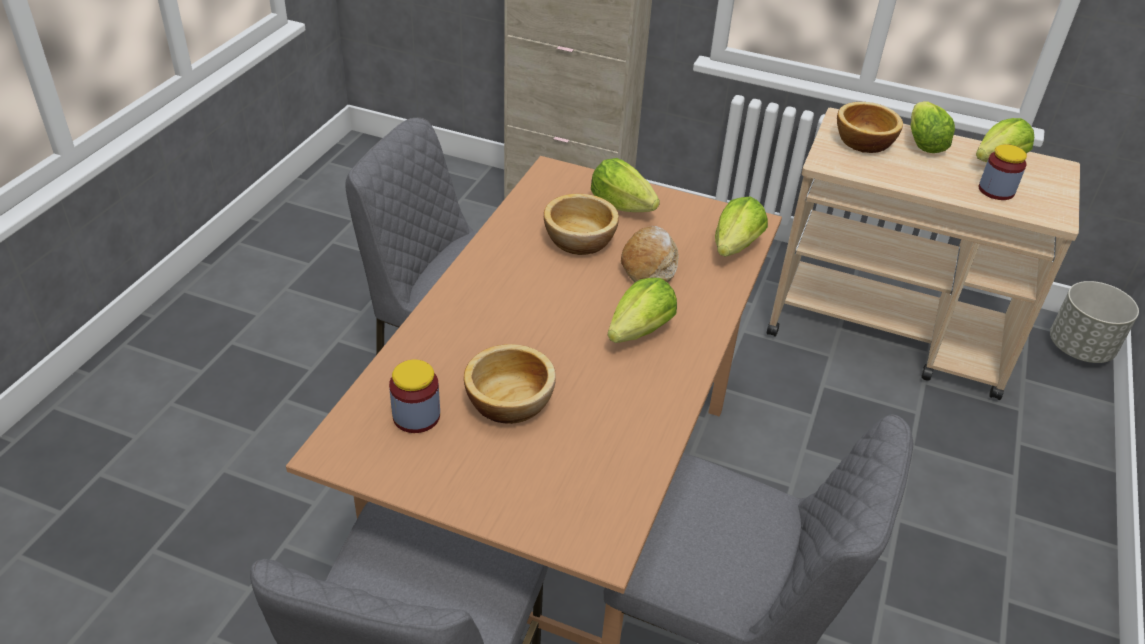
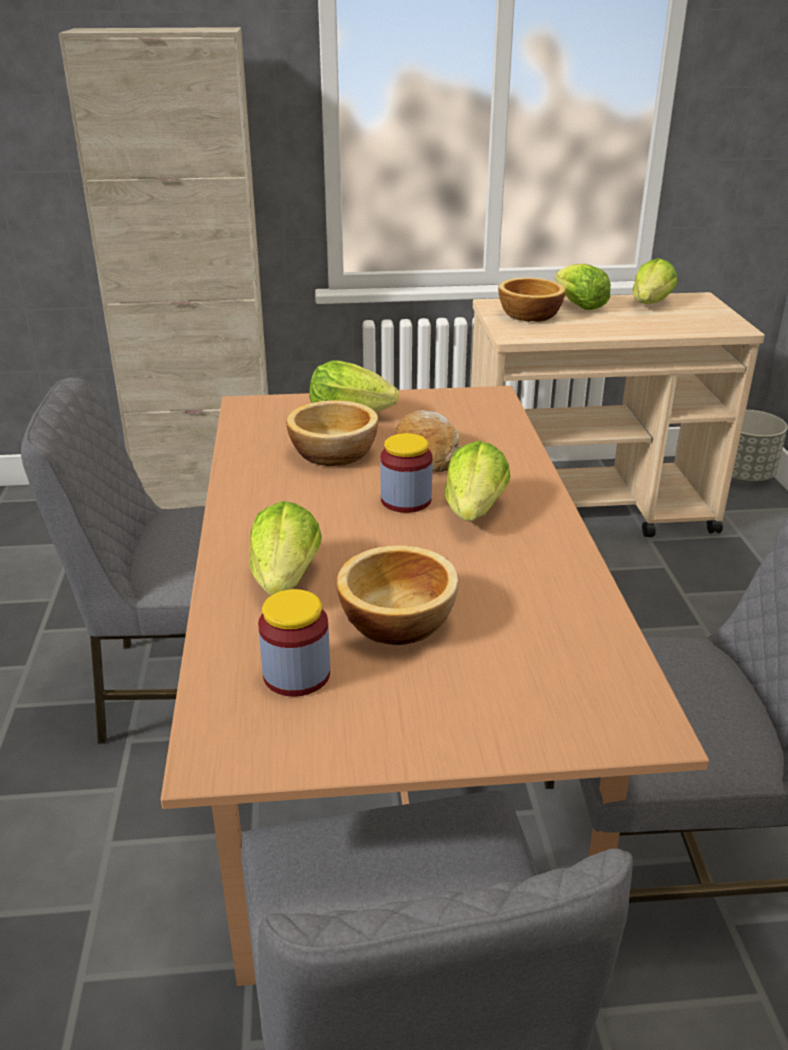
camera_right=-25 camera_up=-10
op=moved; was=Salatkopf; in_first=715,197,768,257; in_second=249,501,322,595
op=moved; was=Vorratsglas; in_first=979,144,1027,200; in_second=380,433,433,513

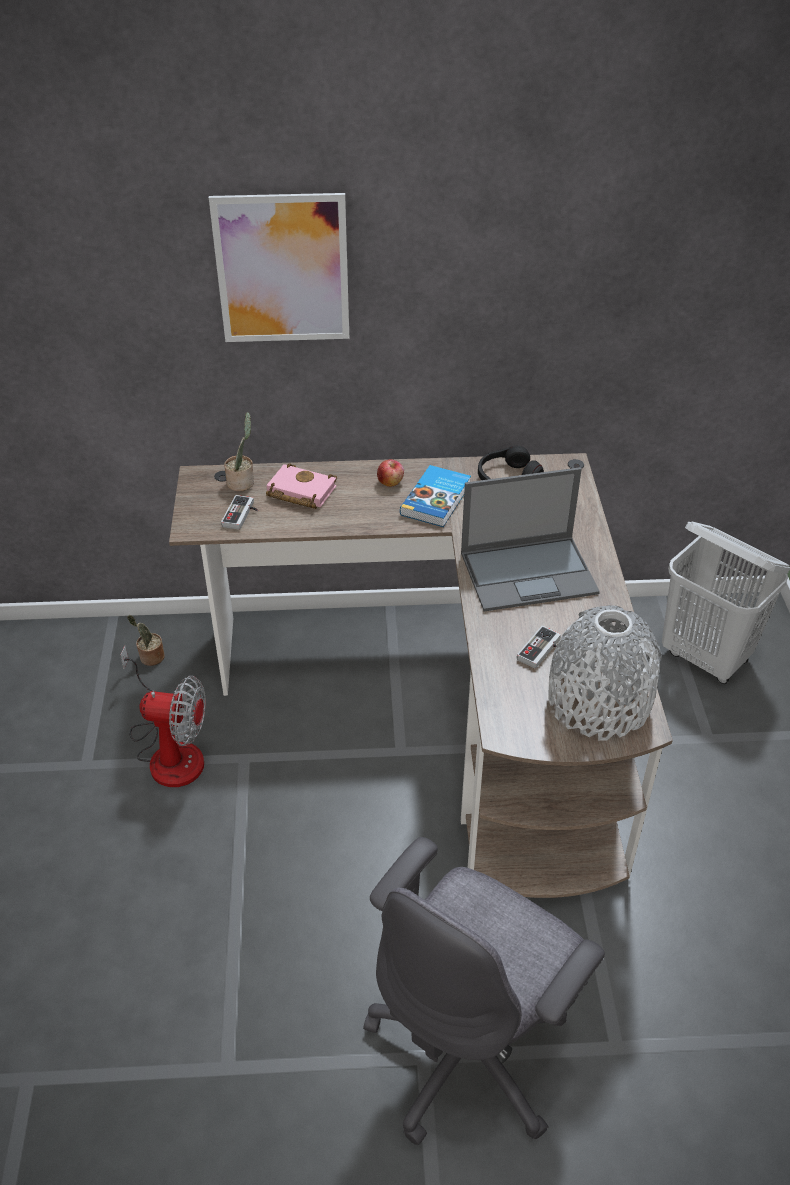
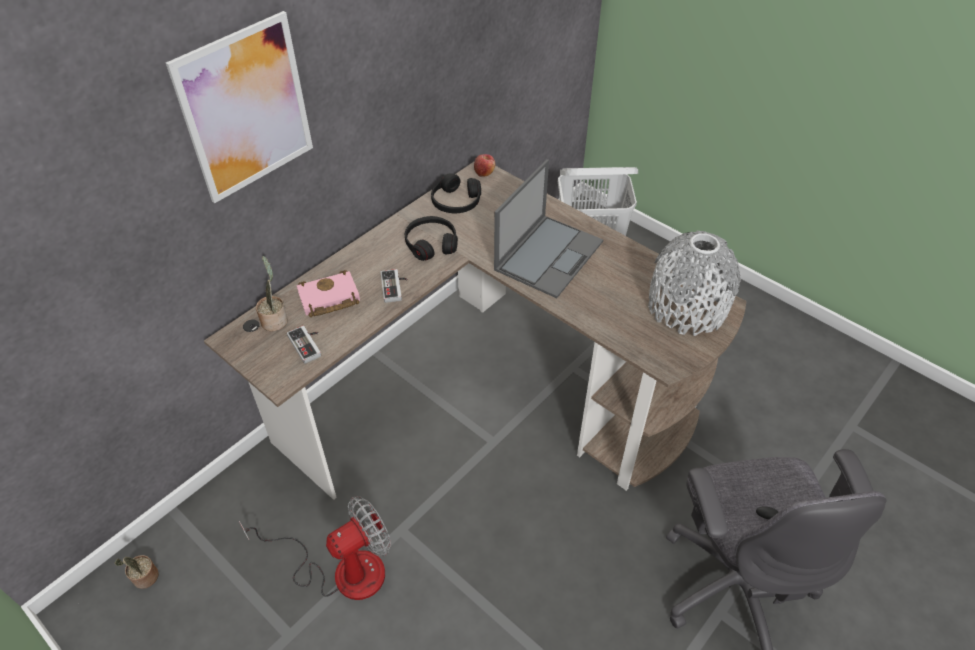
camera_right=-45 camera_up=5
op=moved; was=Topfpflanze; in_first=127,615,165,666; in_second=114,555,159,589
op=moved; was=Apfel; in_first=377,459,404,487; in_second=474,154,495,177
op=moved; was=Gamepad; in_first=517,626,561,669; in_second=380,269,407,303
op=replaced; was=Buch; now=Kopfhörer [schwarz]; in_first=400,465,471,527; in_second=405,216,458,261

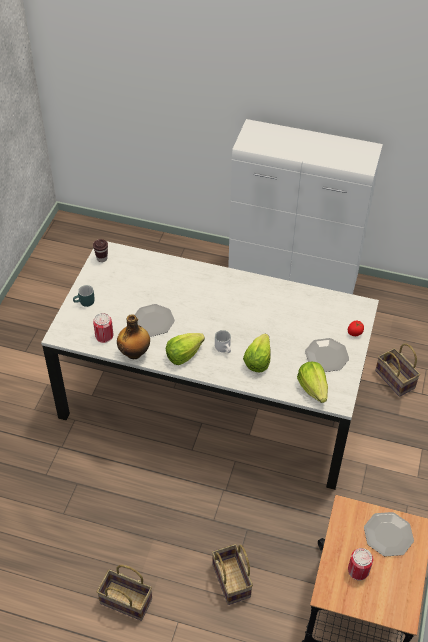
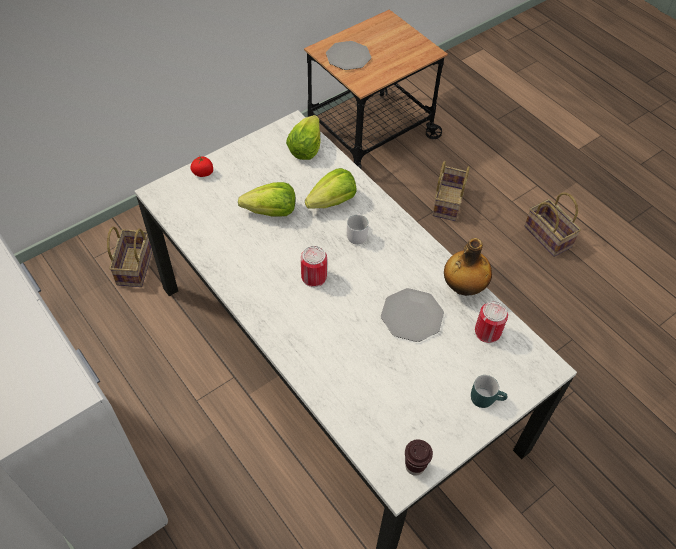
camera_right=-145 camera_up=5
op=removed; was=Teller; in_first=305,338,349,372
op=moved; was=Salatkopf; in_first=166,333,205,365; in_second=238,182,295,216
op=moved; was=Dose; in_first=348,548,373,580; in_second=301,246,327,287

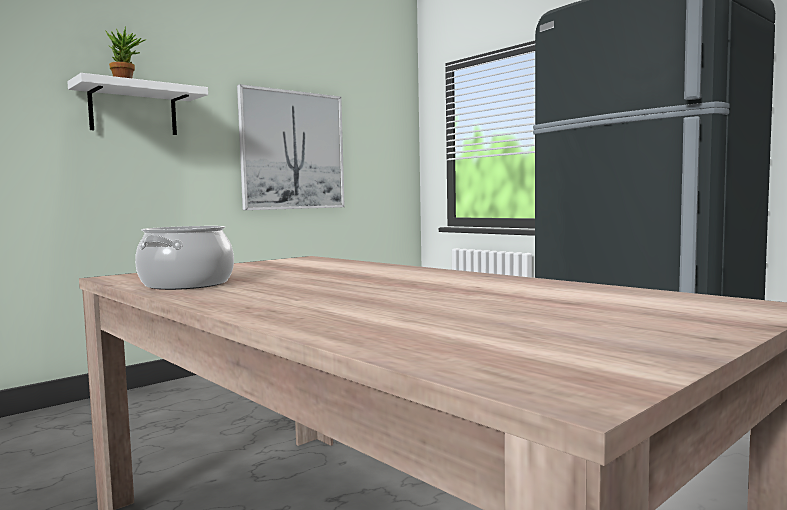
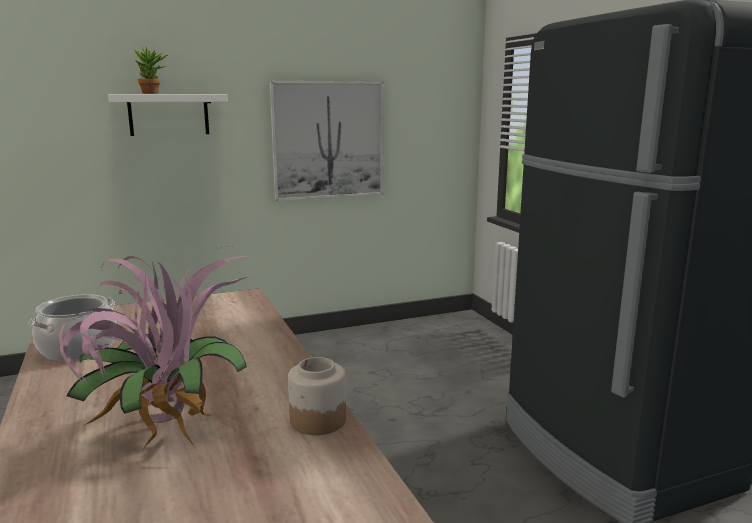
camera_right=20 camera_up=10
op=added; now=Topfpflanze; in_second=59,246,250,450
op=added; now=Vorratsglas; in_second=288,357,346,435

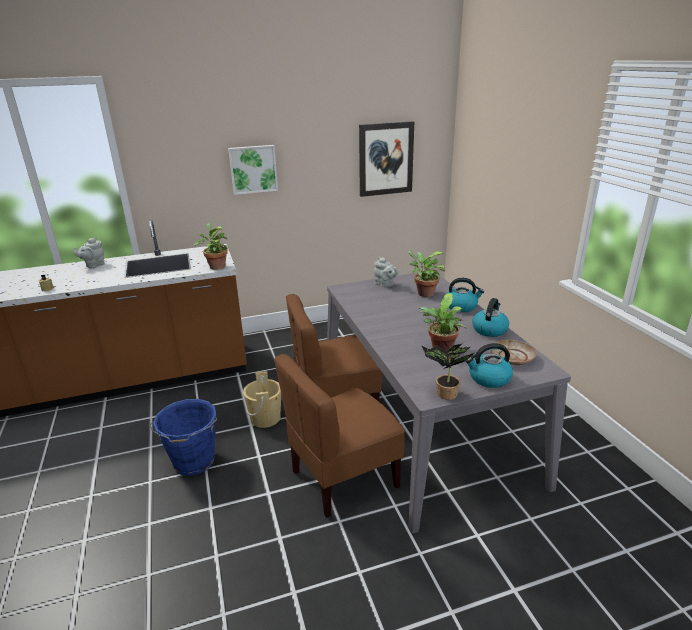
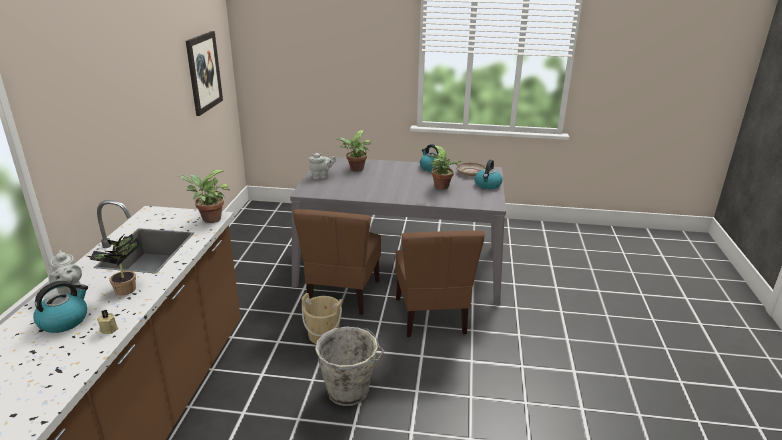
camera_right=-65 camera_up=0
op=removed; was=Bild; in_first=228,145,278,195
op=moved; was=Topfpflanze; in_first=421,343,476,400; in_second=88,234,139,295
op=moved; was=Wasserkessel; in_first=447,278,484,312; in_second=33,281,88,333
op=recoloured; was=Eimer [blau]; now=Eimer [grau]; in_first=149,399,217,476; in_second=315,326,385,406

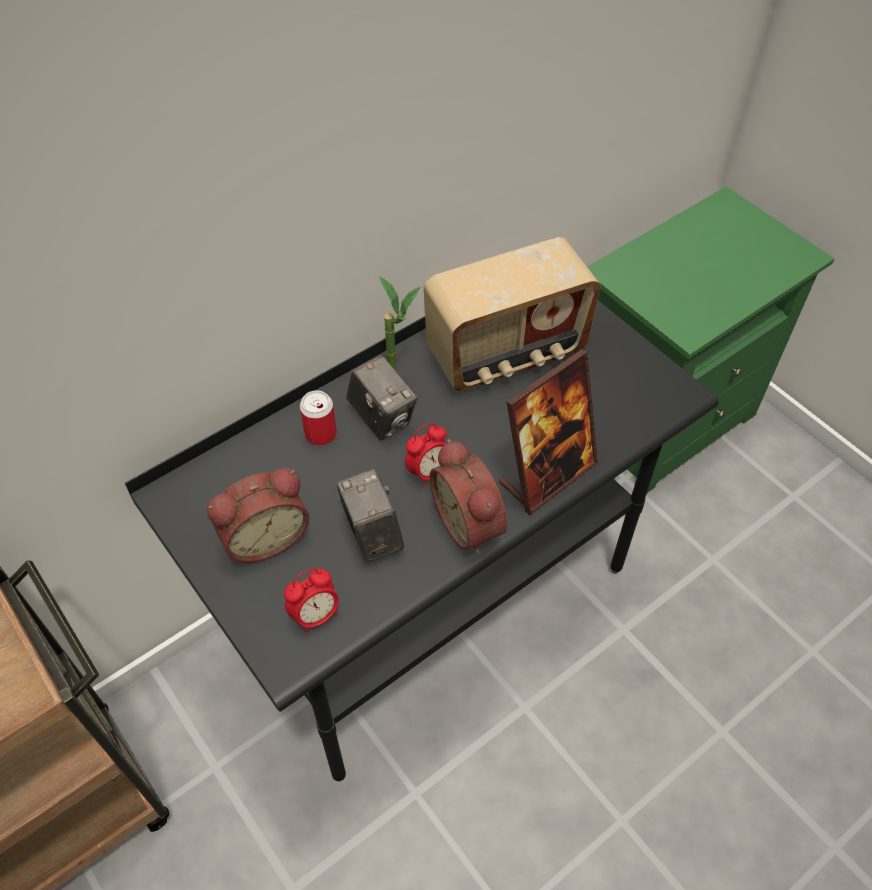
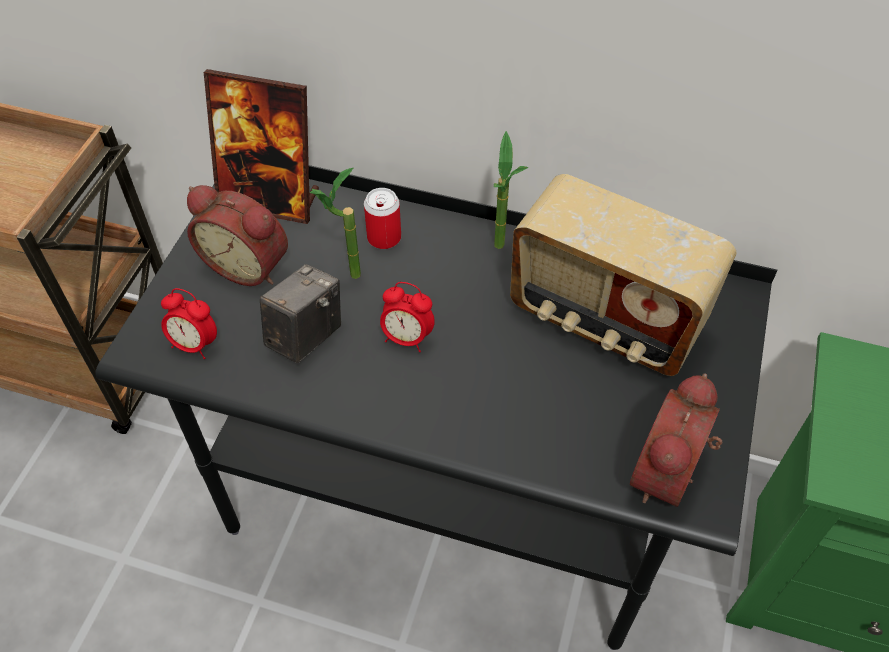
camera_right=55 camera_up=0
op=removed; was=Kamera; in_first=346,355,417,441
op=added; now=Topfpflanze; in_second=310,167,361,279
op=moved; was=Wecker; in_first=430,439,507,554; in_second=630,373,722,507
op=moved; was=Bilderrahmen; in_first=499,349,598,515; in_second=204,69,319,224

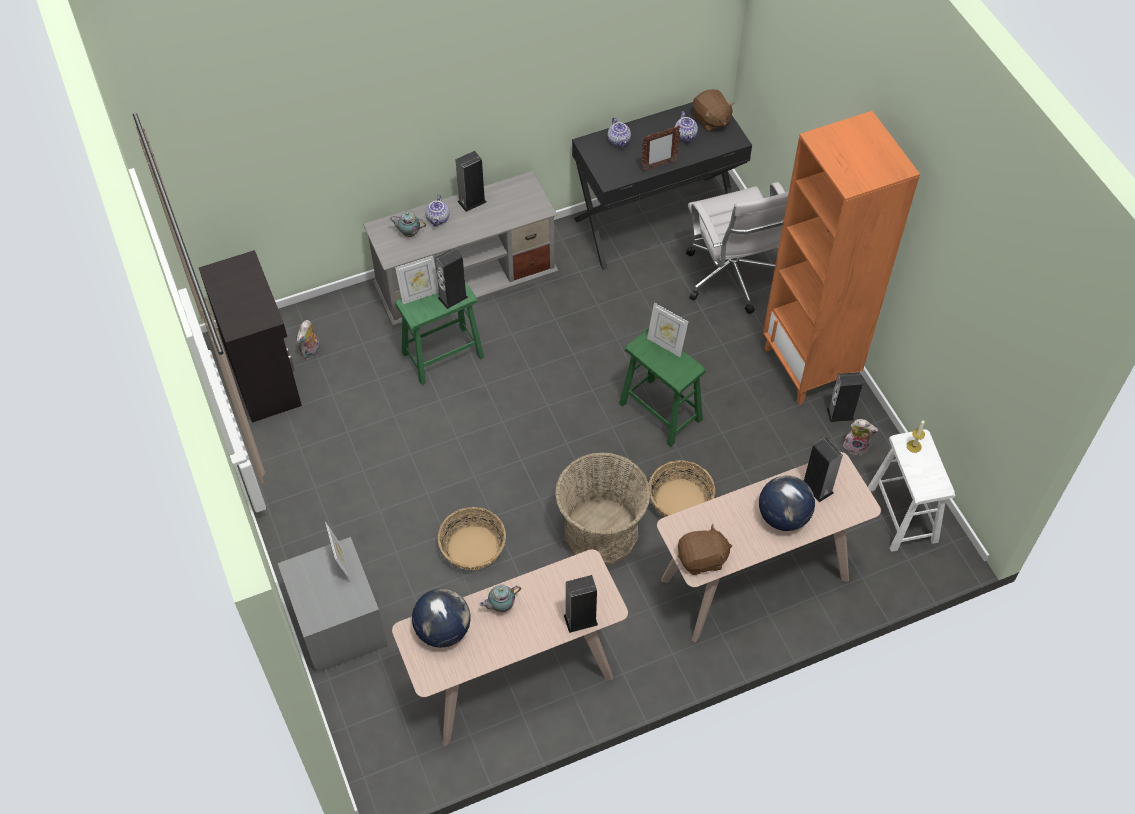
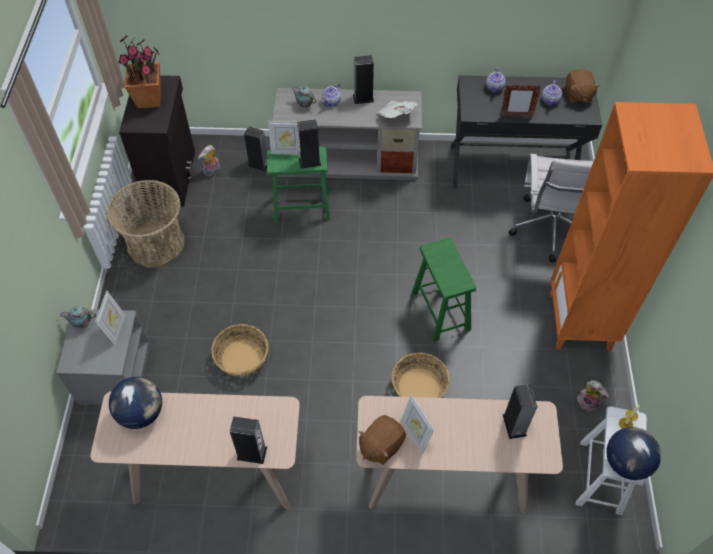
camera_right=25 camera_up=0
op=added; now=Topfpflanze; in_second=118,36,161,109
op=added; now=Zeitung; in_second=377,101,418,118
op=moved; was=Teekanne; in_first=480,584,521,612; in_second=59,306,96,328
op=moved; was=Korb; in_first=555,452,651,564; in_second=106,180,184,268
op=moved; was=Bilderrahmen; in_first=647,303,688,357; in_second=401,395,434,455
op=moved; was=Globus; in_first=759,475,815,531; in_second=606,427,661,480
op=moved; was=Lautsprecher; in_first=827,372,863,422; in_second=244,126,267,172
op=turned; was=Plüschtier [braun]; in_first=678,524,732,575; in_second=358,415,406,465; clockwise=120

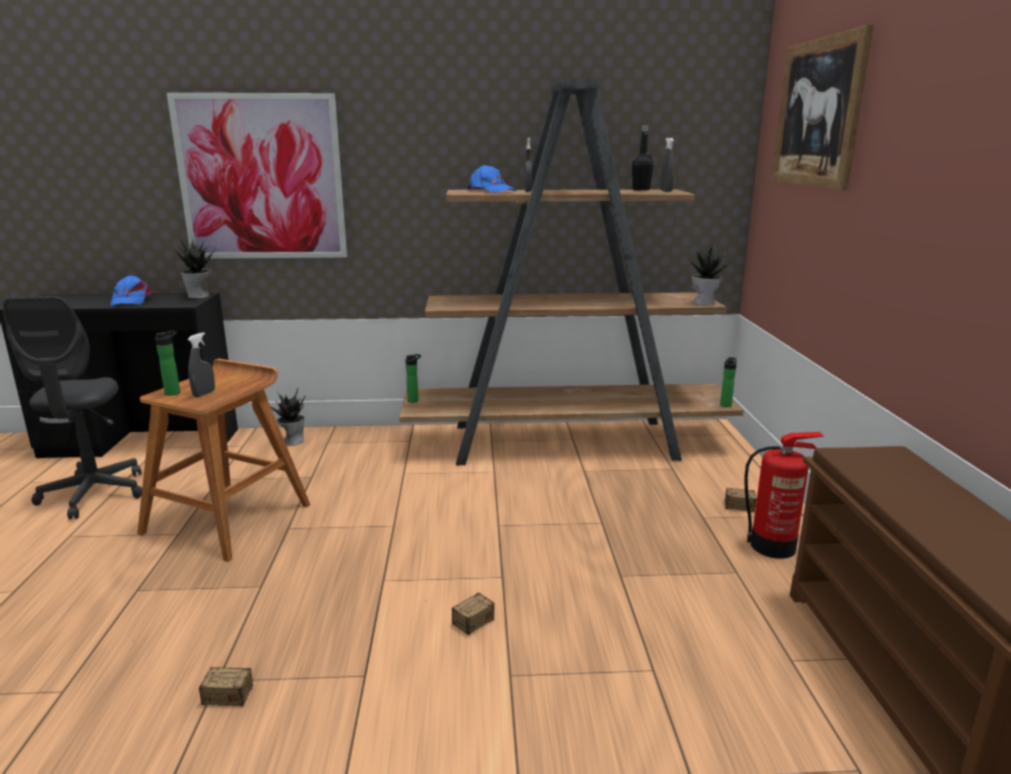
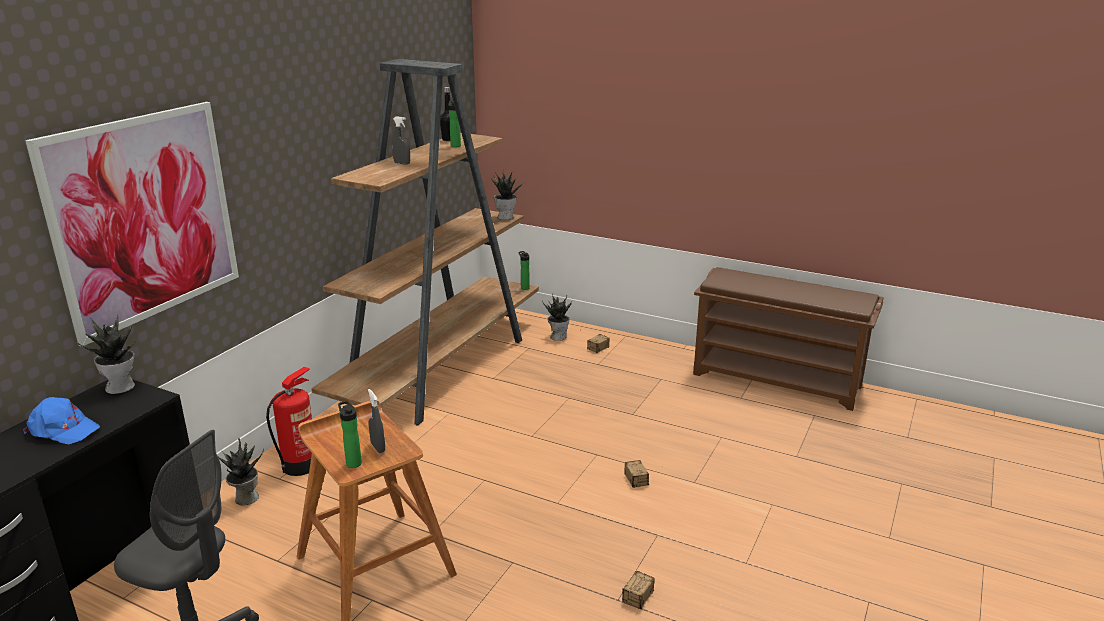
camera_right=-60 camera_up=5
op=removed; was=Kappe [blau]; in_first=466,165,516,193
op=removed; was=Sprühflasche [grau]; in_first=660,138,674,192
op=removed; was=Bild; in_first=771,25,873,190
op=added; now=Topfpflanze; in_second=542,294,572,341
op=moved; was=Flasche; in_first=405,354,421,403; in_second=449,100,461,147
op=moved; was=Feuerlöscher; in_first=744,432,824,559; in_second=266,367,312,476

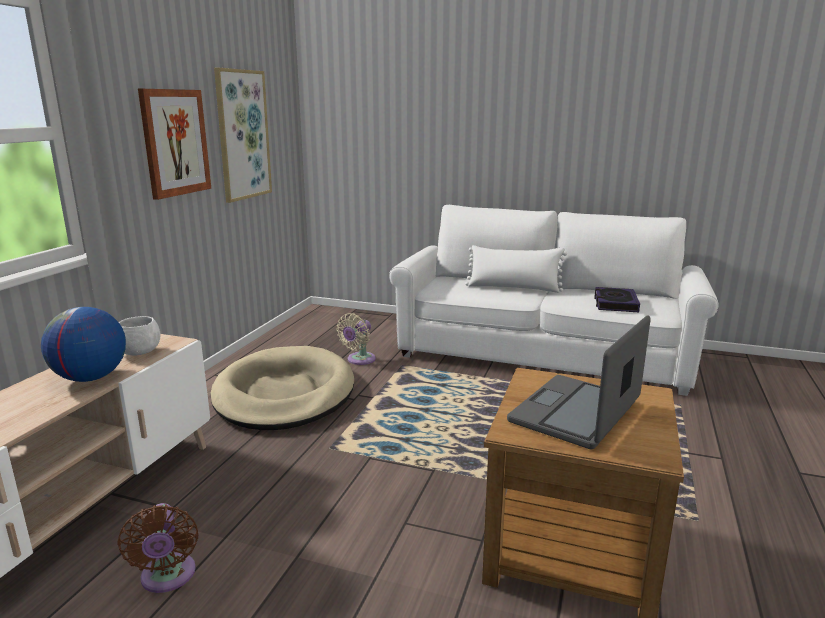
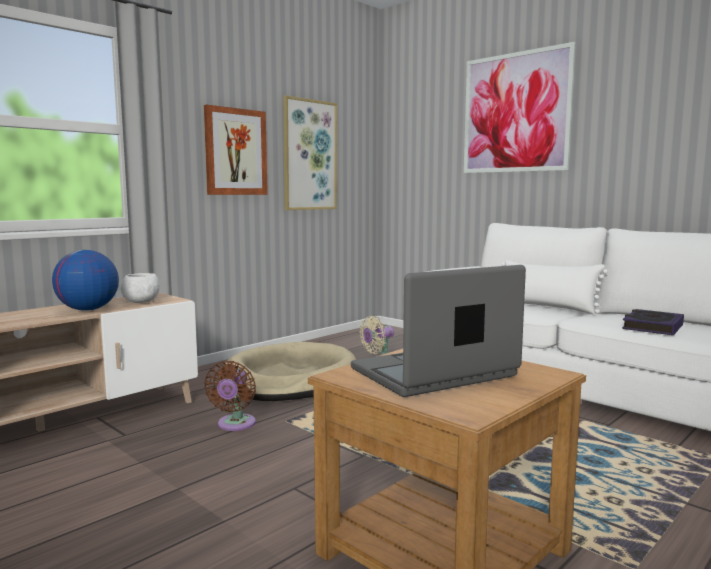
camera_right=25 camera_up=-10
op=added; now=Bild; in_second=464,42,576,173
op=moved; was=Ventilator [braun]; in_first=118,503,199,593; in_second=204,361,256,431

